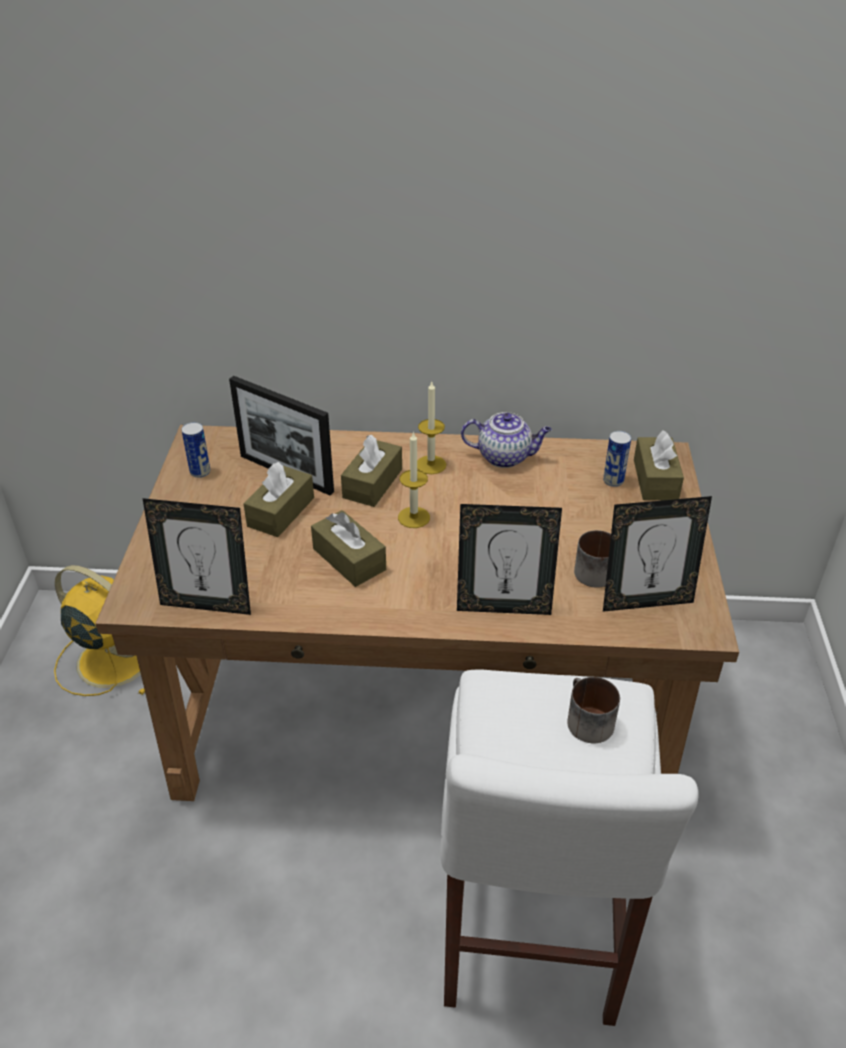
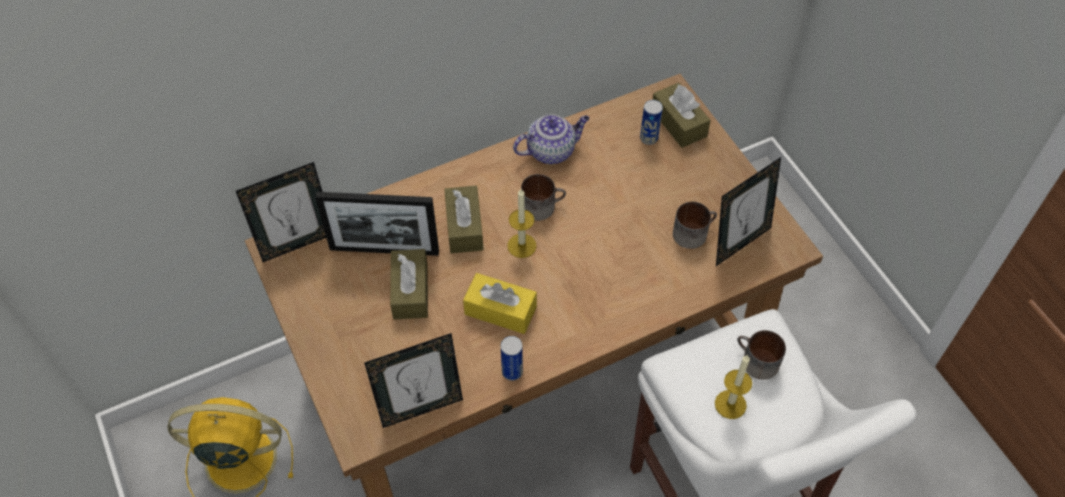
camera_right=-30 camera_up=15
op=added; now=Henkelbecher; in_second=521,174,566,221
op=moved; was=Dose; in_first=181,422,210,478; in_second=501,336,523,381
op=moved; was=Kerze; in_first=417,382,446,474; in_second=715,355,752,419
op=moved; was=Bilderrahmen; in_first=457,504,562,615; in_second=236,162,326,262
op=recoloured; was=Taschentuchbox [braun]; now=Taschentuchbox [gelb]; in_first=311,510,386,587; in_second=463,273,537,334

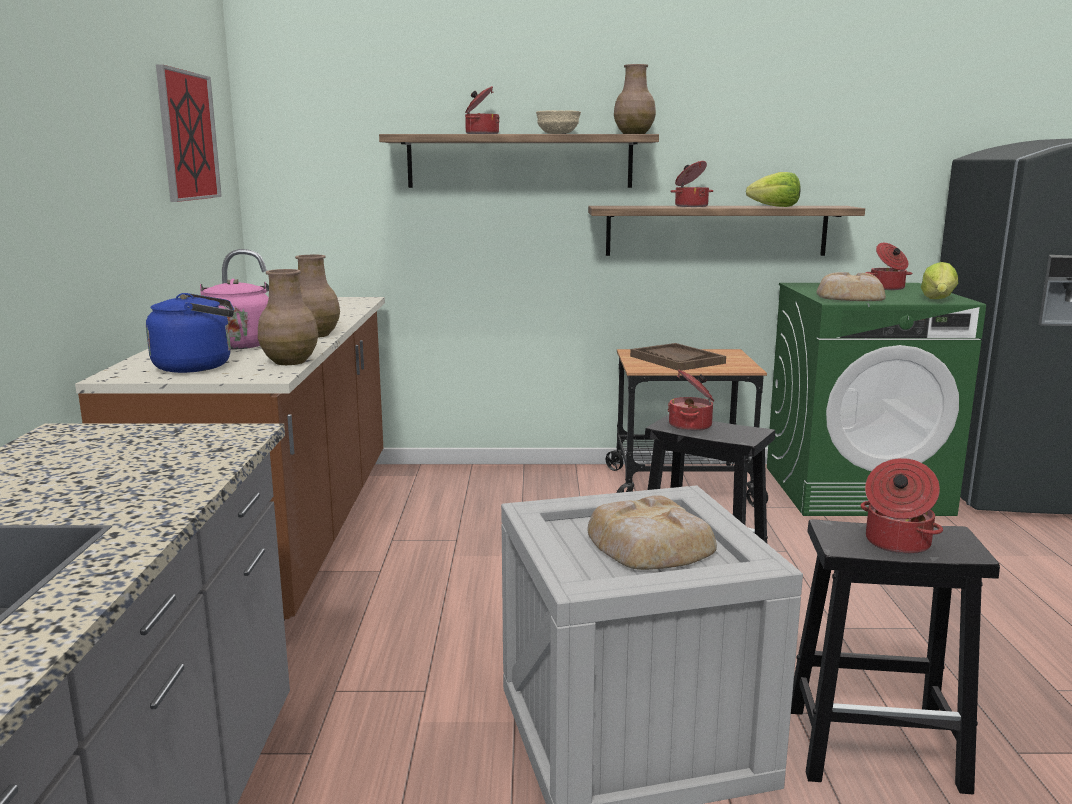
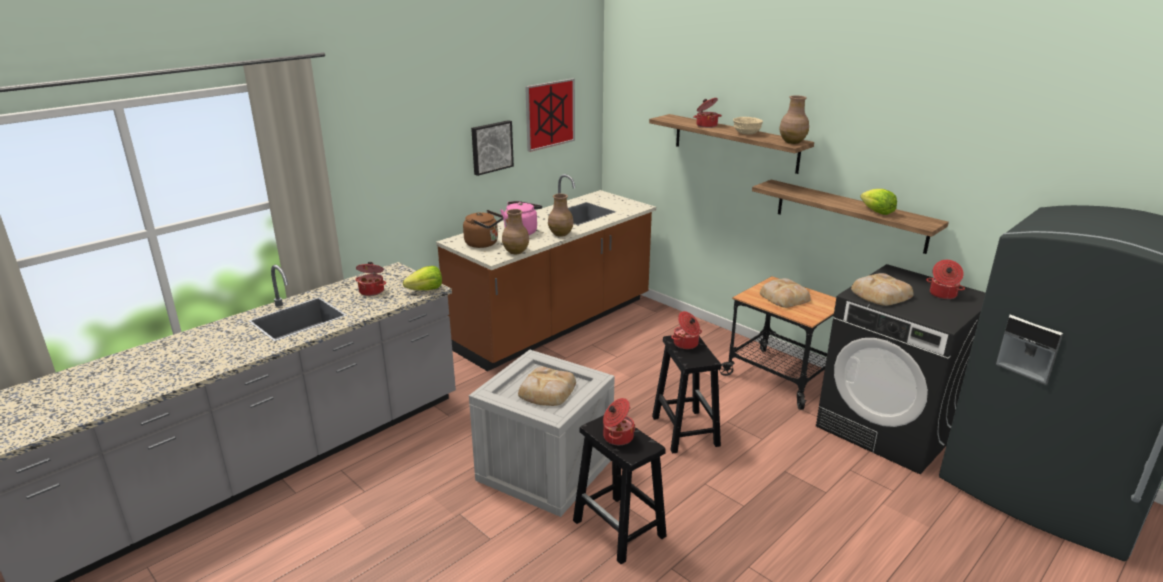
camera_right=45 camera_up=10
op=added; now=Bild; in_second=471,120,514,176
op=moved; was=Kochtopf; in_first=670,161,713,207; in_second=355,262,386,296
op=moved; was=Salatkopf; in_first=921,262,958,299; in_second=403,266,442,290
op=replaced; was=Tablett [braun]; now=Brot; in_first=630,343,726,371; in_second=760,278,811,308
op=recoloured; was=Wasserkessel [blau]; now=Wasserkessel [braun]; in_first=146,293,234,373; in_second=463,210,503,248
op=recoloured; was=Waschmaschine [grün]; now=Waschmaschine [schwarz]; in_first=767,283,986,516; in_second=816,264,985,474

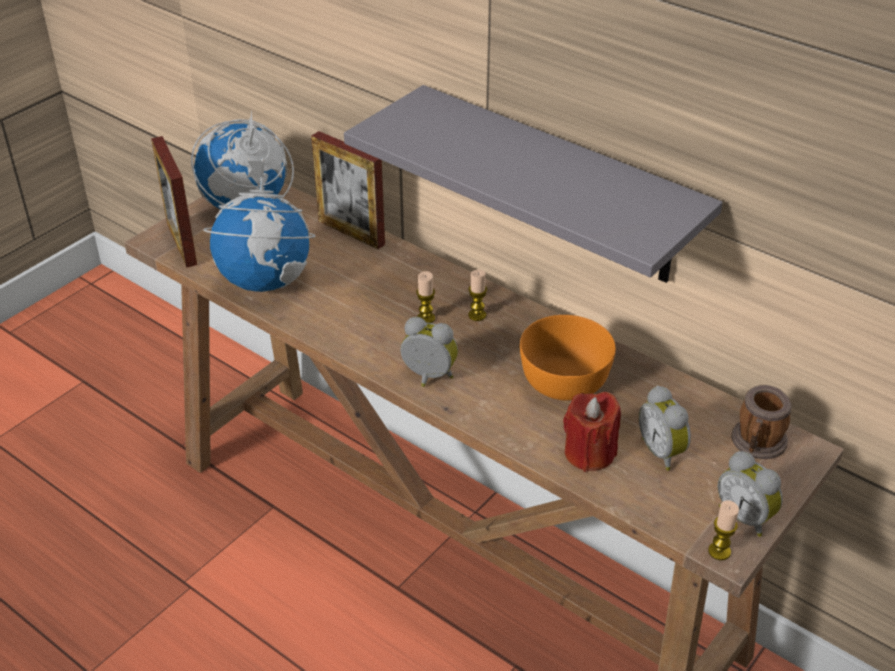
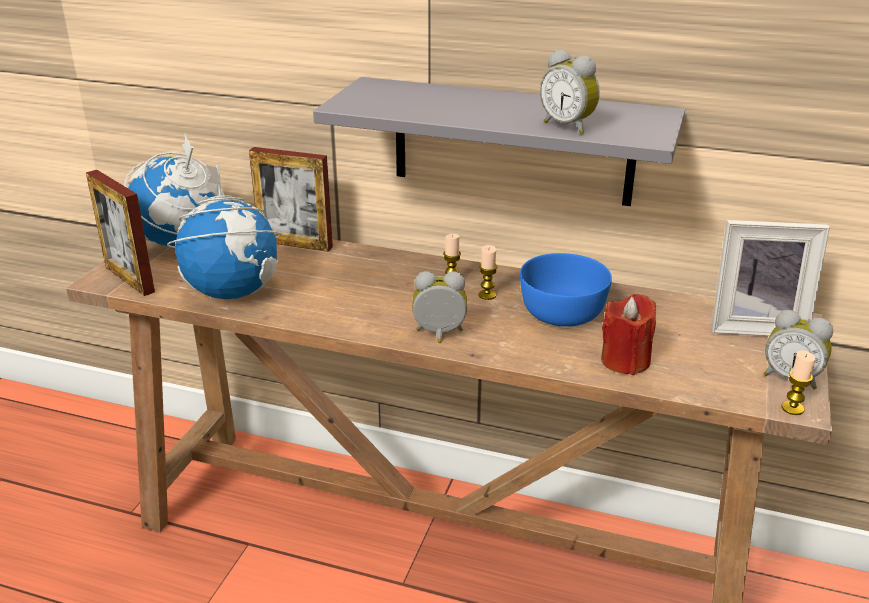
camera_right=-20 camera_up=-10
op=moved; was=Kerze; in_first=416,271,435,323; in_second=479,245,498,300
op=moved; was=Wecker; in_first=639,386,691,471; in_second=540,49,600,134
op=replaced; was=Henkelbecher; now=Bilderrahmen; in_first=731,385,792,459; in_second=711,220,830,336
op=recoloured; was=Schüssel [orange]; now=Schüssel [blau]; in_first=520,315,616,401; in_second=520,253,612,327

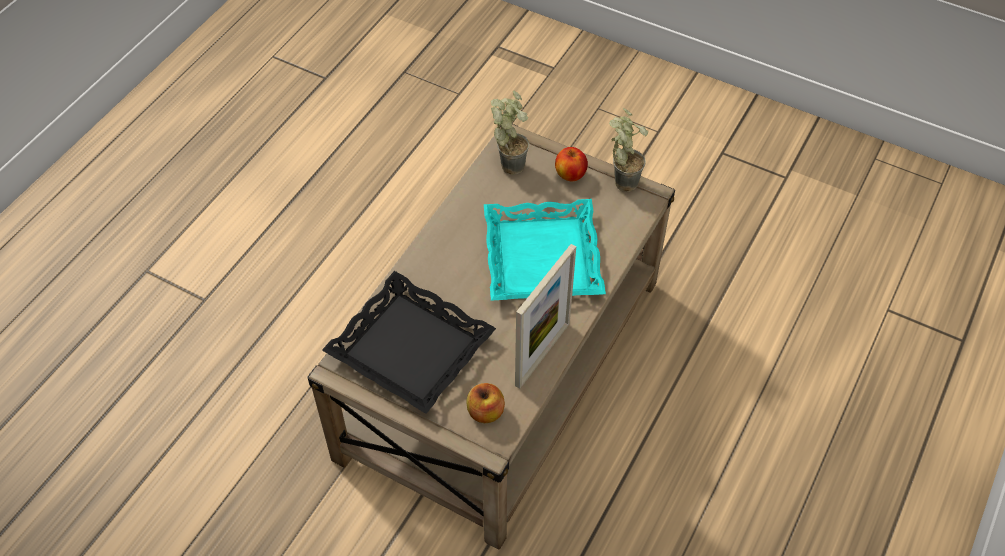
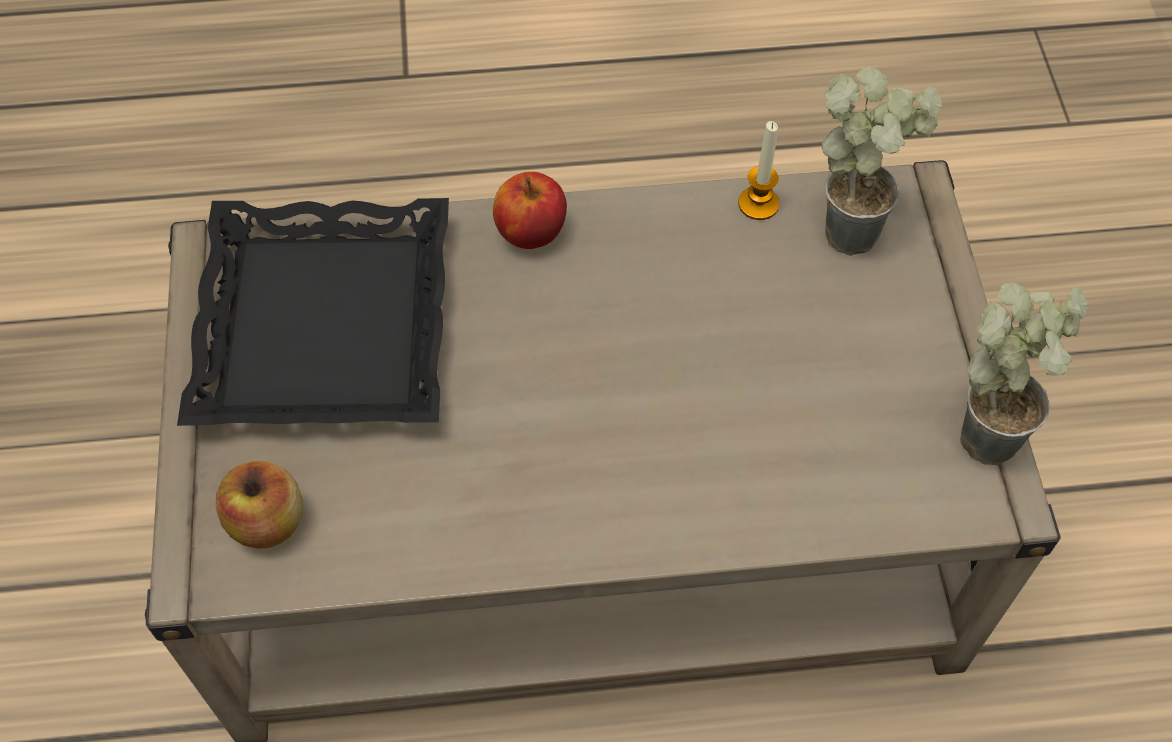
camera_right=55 camera_up=5
op=removed; was=Tablett [türkis]; in_first=484,199,606,301
op=removed; was=Bilderrahmen; in_first=515,244,576,389
op=added; now=Kerze; in_second=738,121,779,220
op=moved; was=Apfel; in_first=555,147,588,181; in_second=493,171,567,249

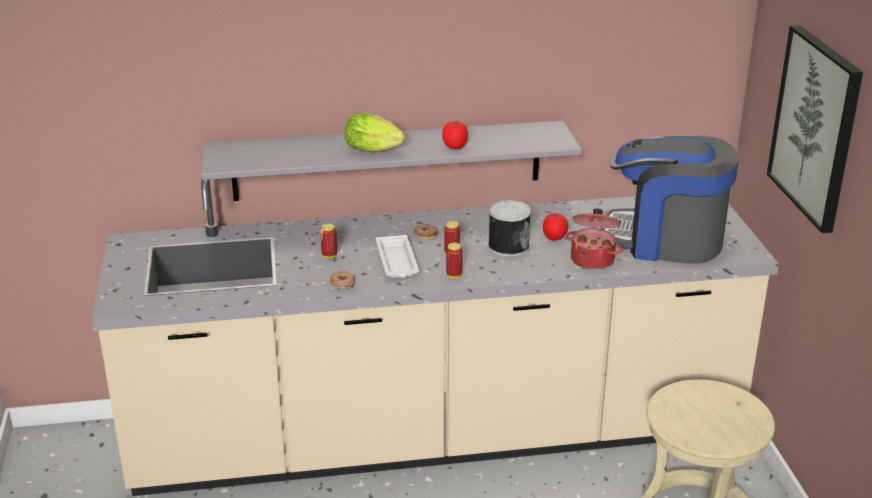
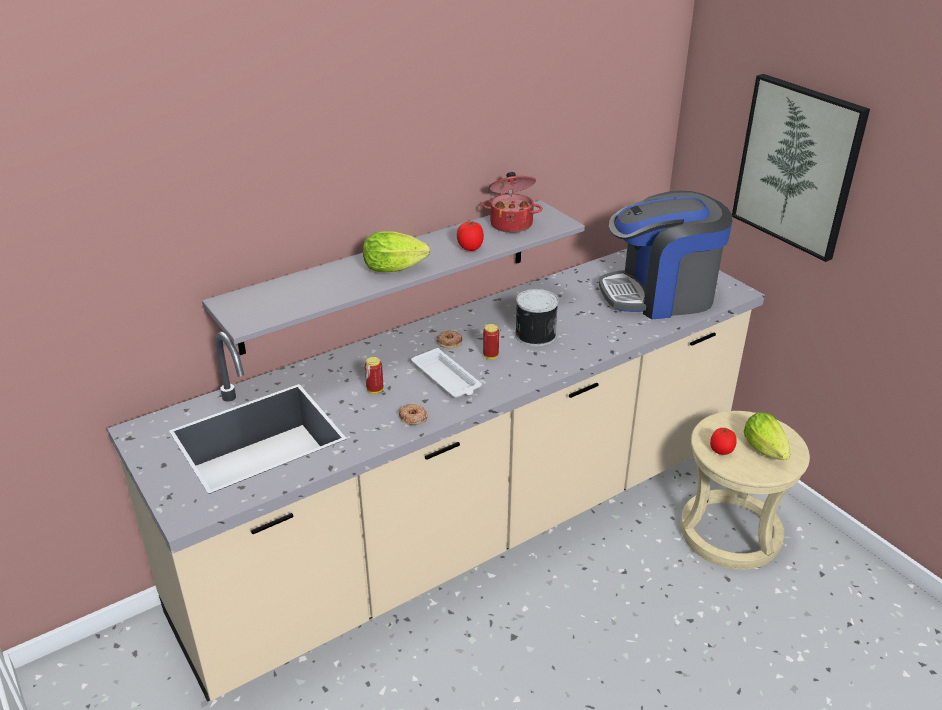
camera_right=-25 camera_up=5
op=removed; was=Dose; in_first=446,243,462,279
op=added; now=Salatkopf; in_second=744,412,790,460
op=moved; was=Tomate; in_first=543,213,568,241; in_second=710,428,737,455
op=moved; was=Kochtopf; in_first=566,208,623,270; in_second=482,172,543,233

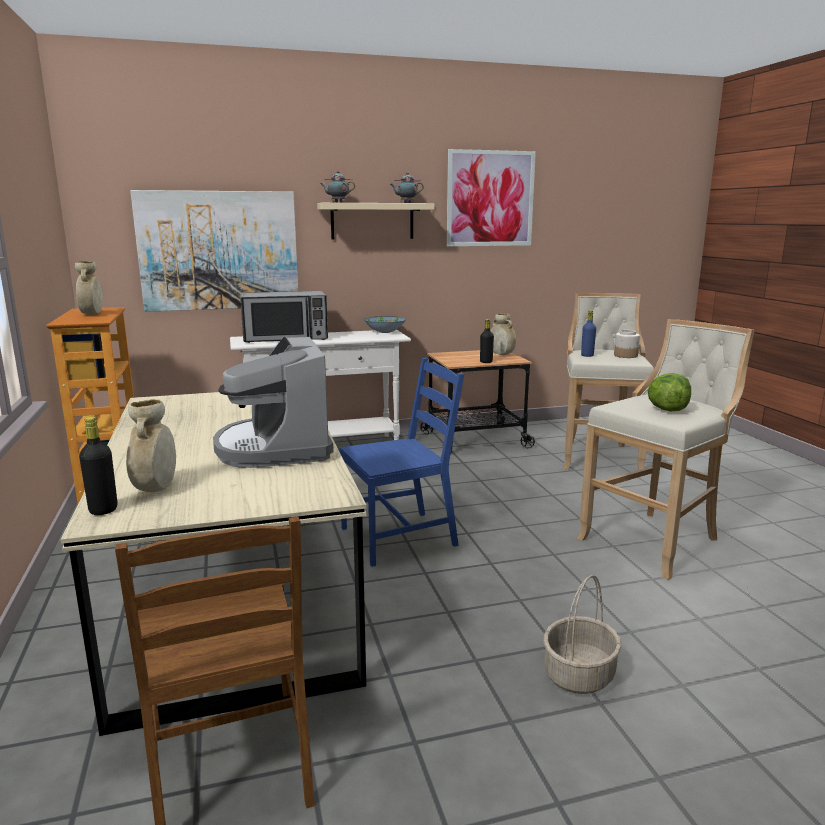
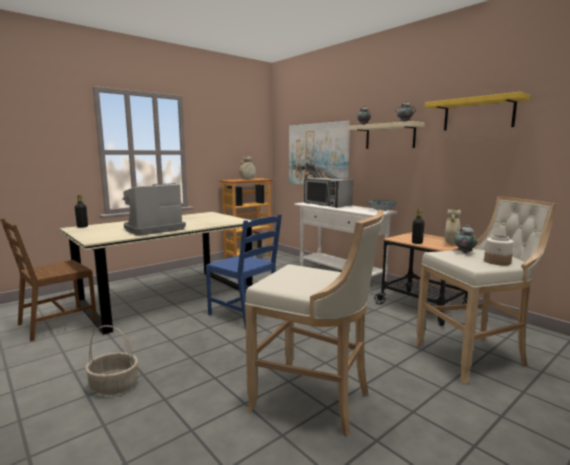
camera_right=65 camera_up=-5
op=removed; was=Vase [beige]; in_first=126,399,176,492
op=removed; was=Salatkopf; in_first=648,373,691,411
op=replaced; was=Bild; now=Wandregal [gelb]; in_first=446,149,536,246; in_second=425,92,530,131
op=replaced; was=Flasche [blau]; now=Teekanne; in_first=581,310,596,357; in_second=455,225,477,254

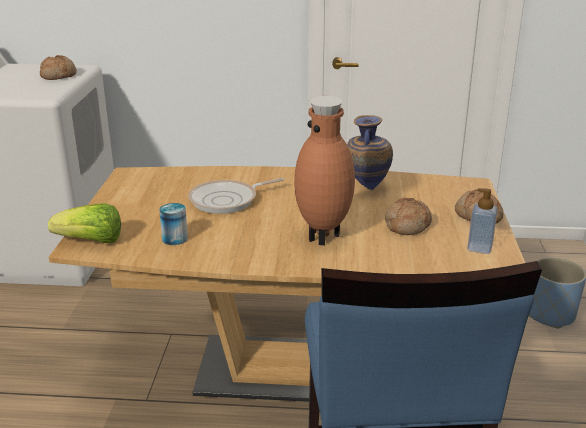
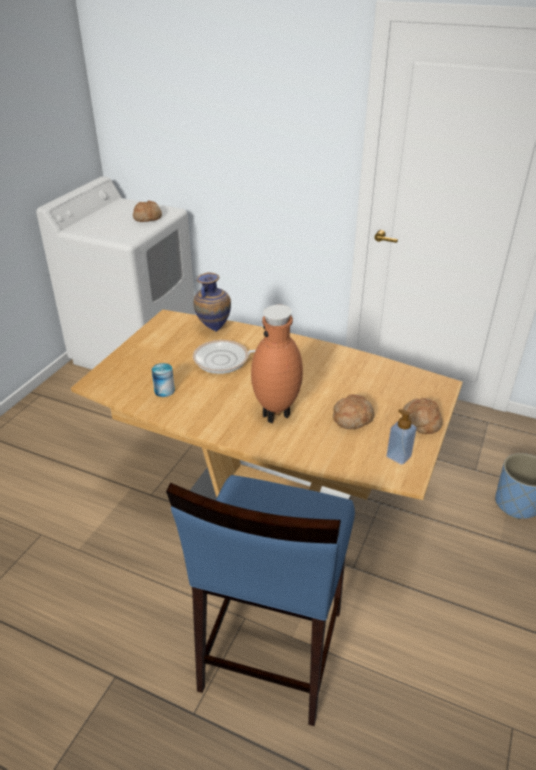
camera_right=20 camera_up=10
op=removed; was=Salatkopf; in_first=48,203,121,243
op=moved; was=Vase; in_first=347,115,393,190; in_second=193,272,231,332

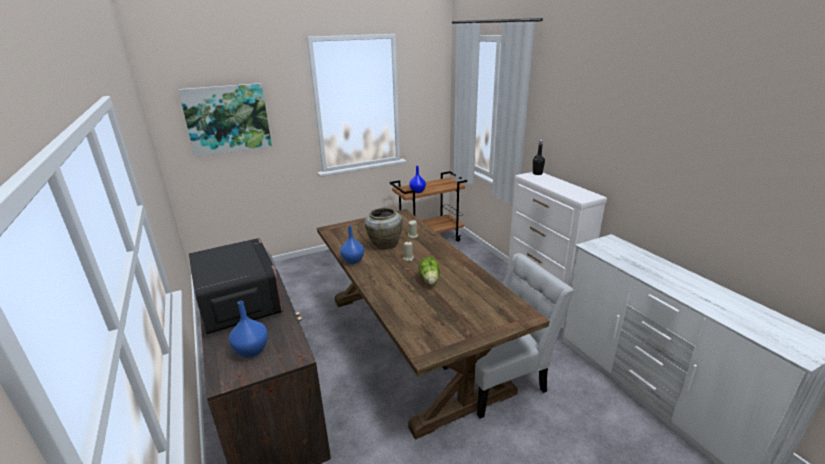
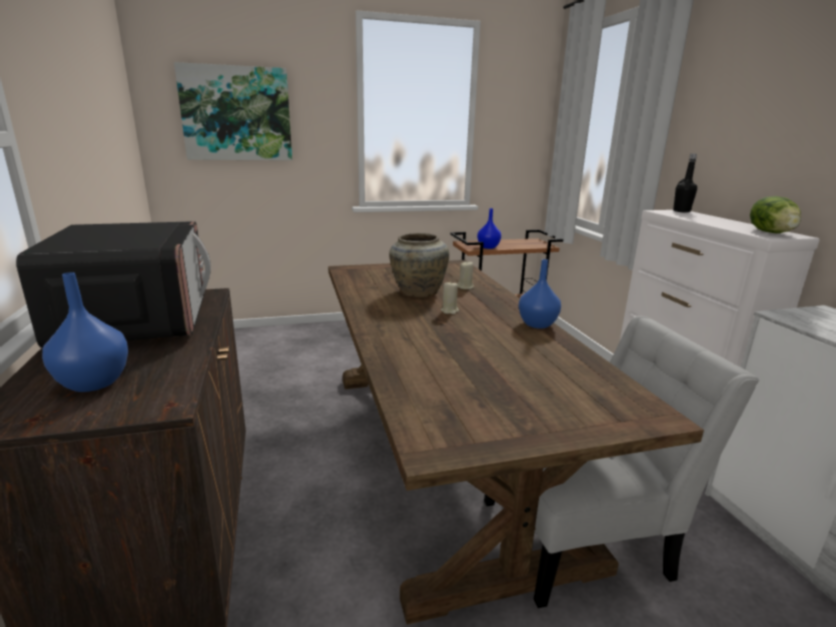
camera_right=10 camera_up=-5
op=moved; was=Vase [blau]; in_first=340,226,364,264; in_second=518,259,561,329
op=moved; was=Salatkopf; in_first=419,257,440,285; in_second=750,196,801,233

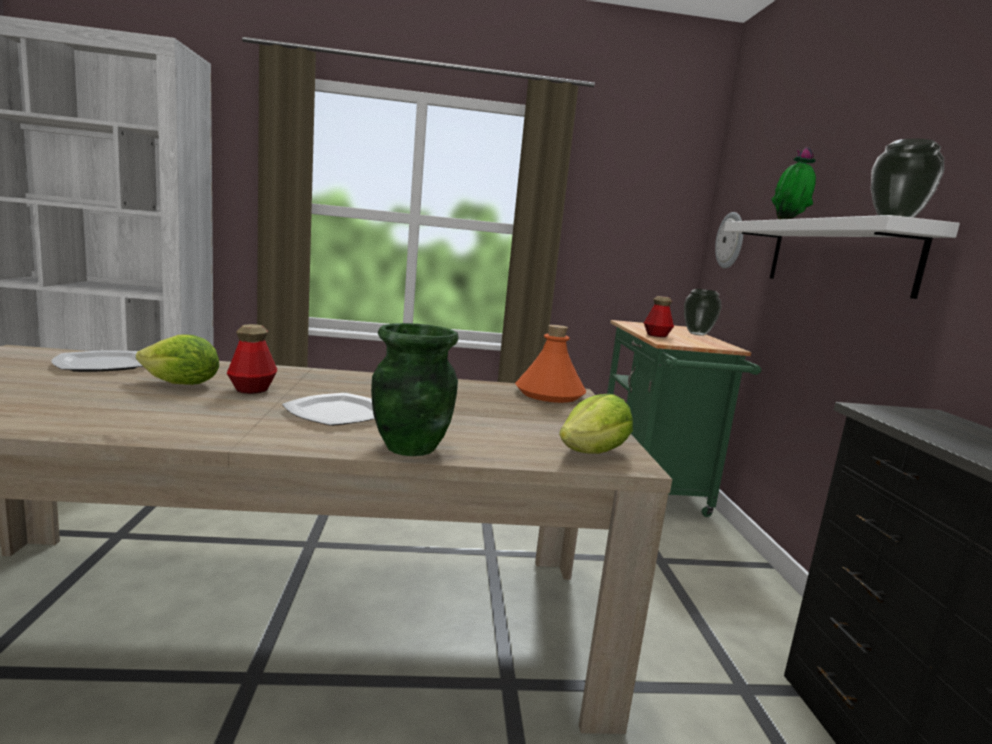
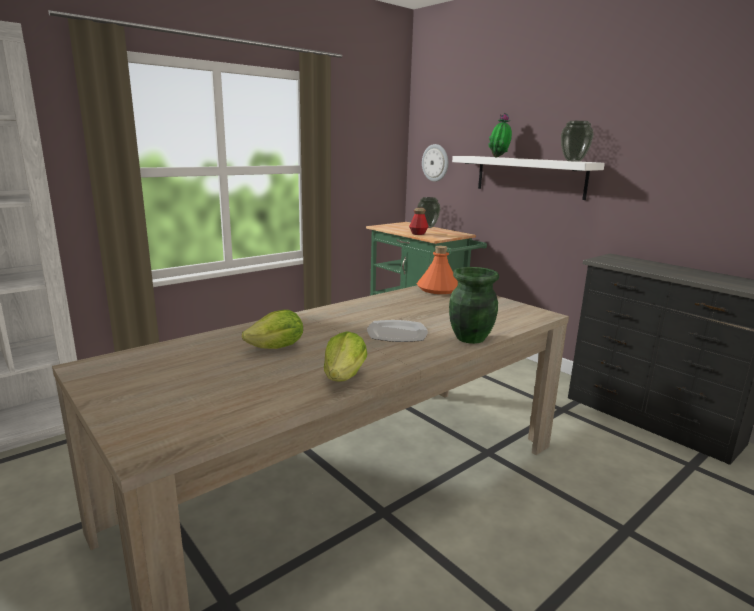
camera_right=-35 camera_up=5
op=removed; was=Teller; in_first=51,351,143,372
op=removed; was=Flasche; in_first=227,324,278,394
op=moved; was=Salatkopf; in_first=559,394,633,454; in_second=324,331,367,381

